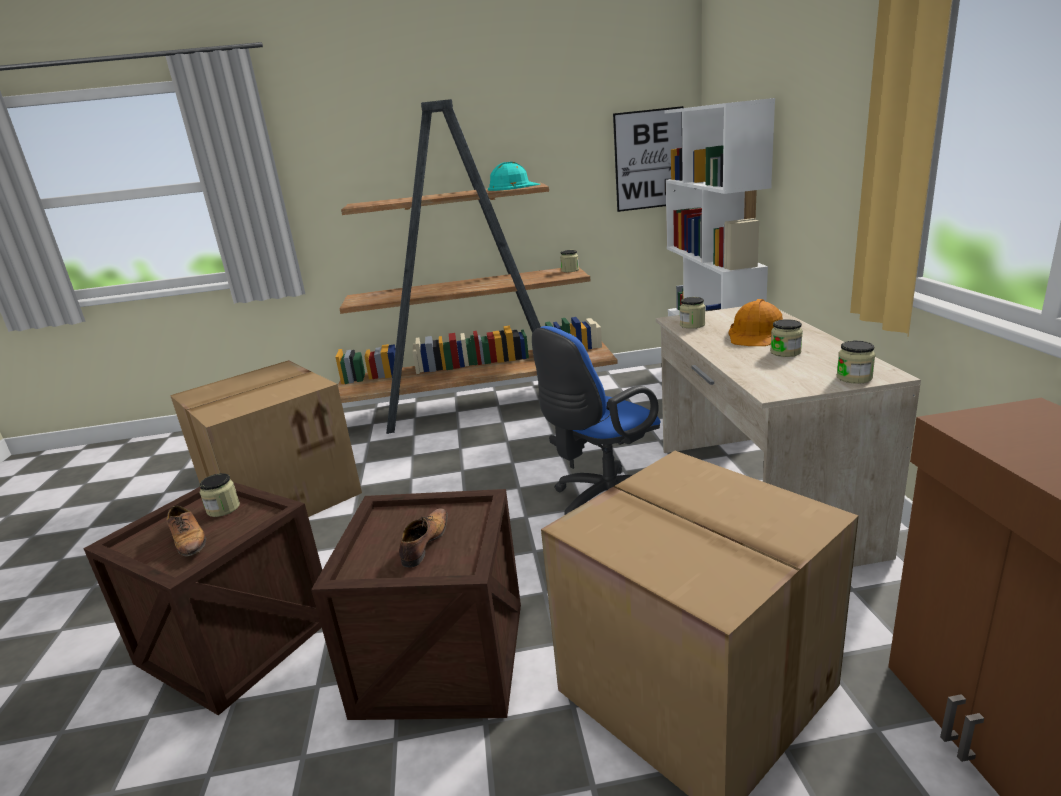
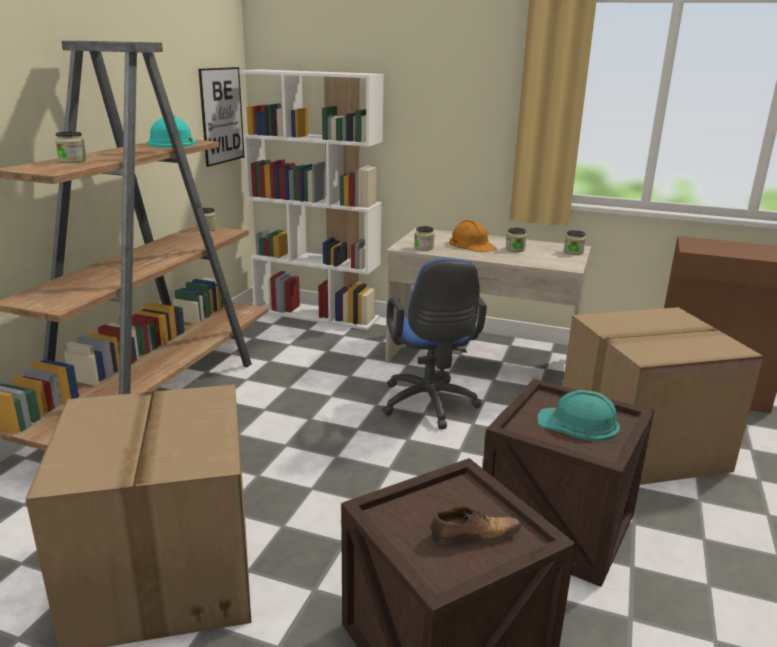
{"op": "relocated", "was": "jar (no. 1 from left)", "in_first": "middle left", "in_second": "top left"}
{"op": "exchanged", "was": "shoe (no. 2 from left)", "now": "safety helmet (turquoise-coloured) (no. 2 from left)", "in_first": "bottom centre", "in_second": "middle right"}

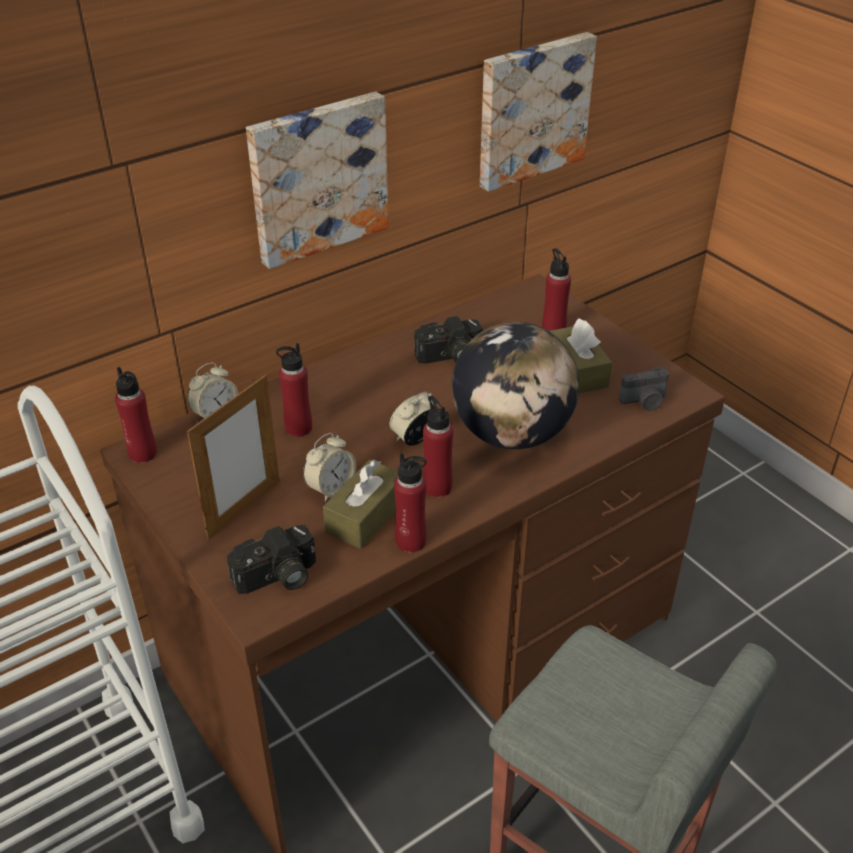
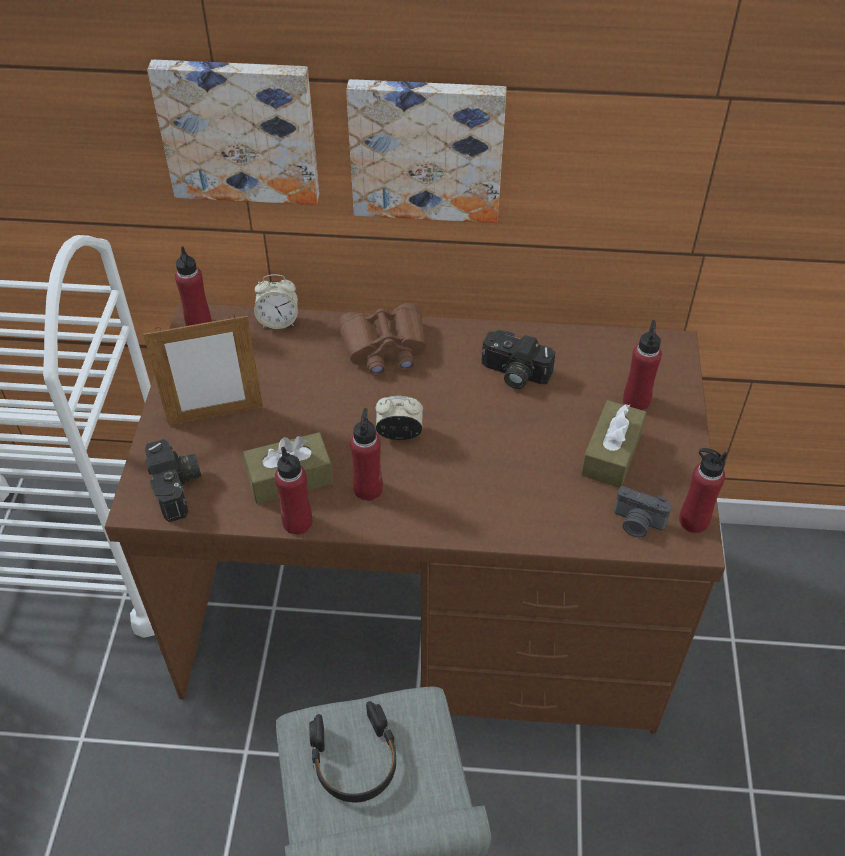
{"op": "spun", "was": "photo camera (no. 1 from left)", "in_first": "middle left", "in_second": "middle left", "clockwise": -120}
{"op": "relocated", "was": "wall art (no. 2 from left in the first image)", "now": "wall art (no. 1 from left)", "in_first": "top centre", "in_second": "top left"}
{"op": "appeared", "now": "headphones (black-coloured)", "in_second": "bottom centre"}
{"op": "appeared", "now": "field glasses (brown-coloured)", "in_second": "centre"}
{"op": "relocated", "was": "drink bottle (reddish) (no. 2 from left in the first image)", "now": "drink bottle (reddish) (no. 5 from left)", "in_first": "centre", "in_second": "middle right"}
{"op": "missing", "was": "table clock (no. 2 from left)", "in_first": "centre"}
{"op": "missing", "was": "world globe", "in_first": "centre"}

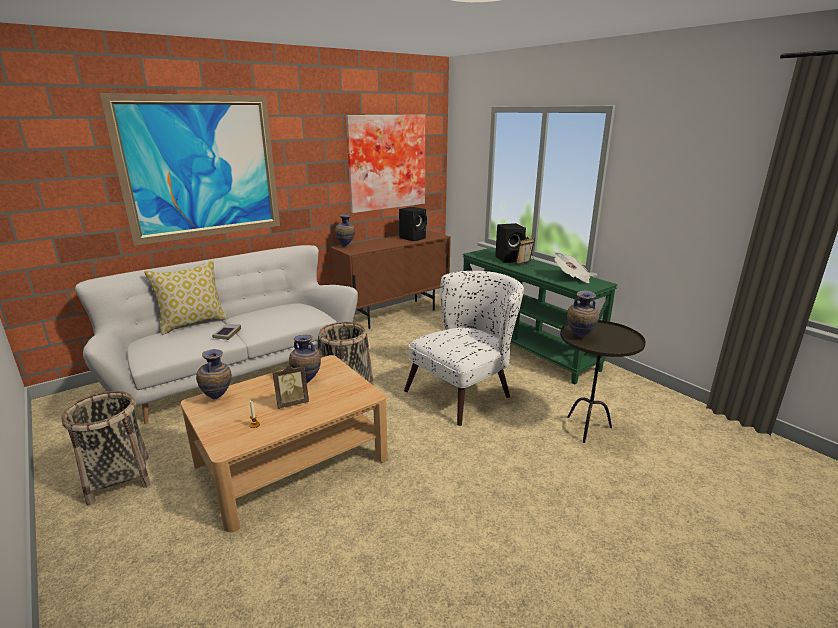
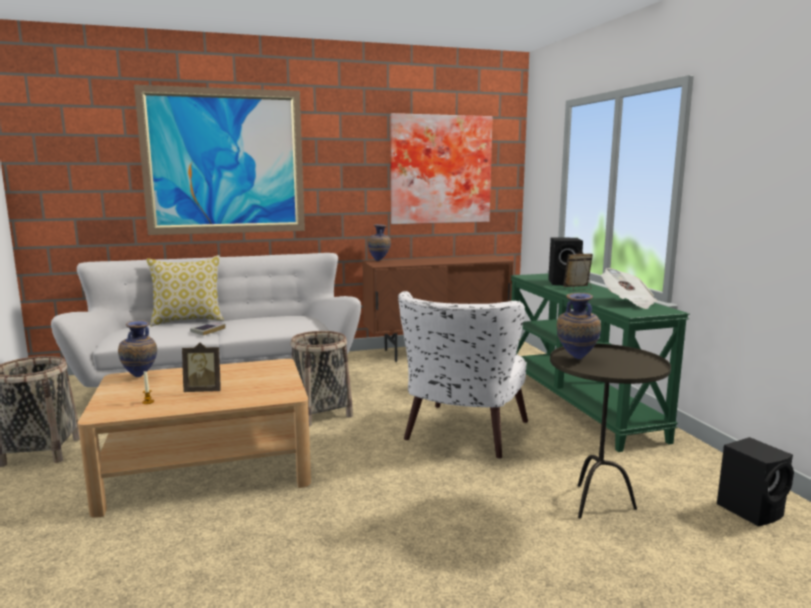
{"op": "spun", "was": "lounge chair (white-coloured)", "in_first": "centre", "in_second": "centre", "clockwise": 135}
{"op": "relocated", "was": "loudspeaker (black-coloured) (no. 1 from left in the first image)", "now": "loudspeaker (black-coloured) (no. 2 from left)", "in_first": "centre", "in_second": "bottom right"}
{"op": "missing", "was": "flower vase (no. 2 from left)", "in_first": "centre"}

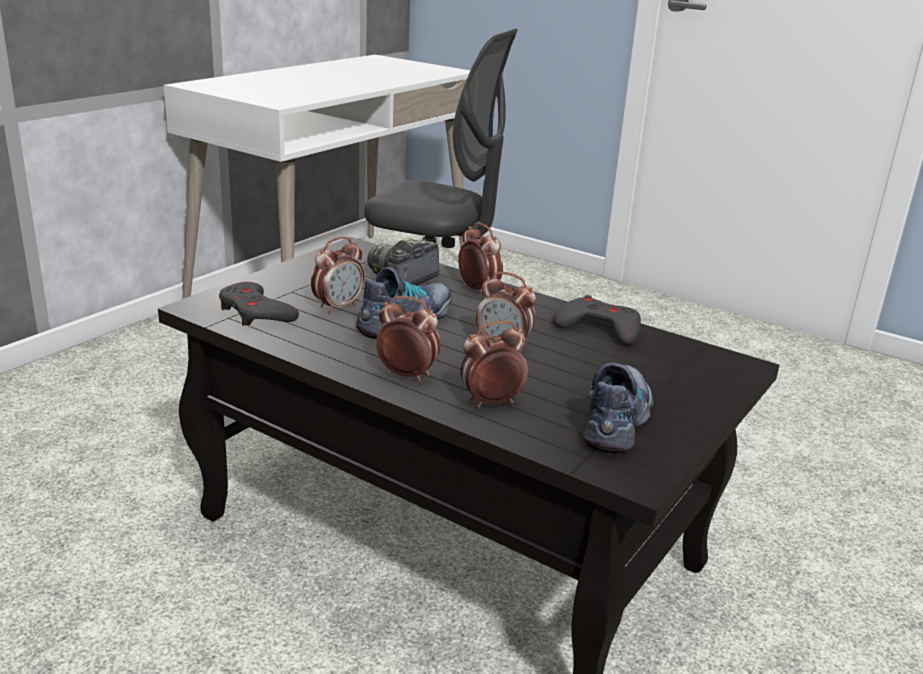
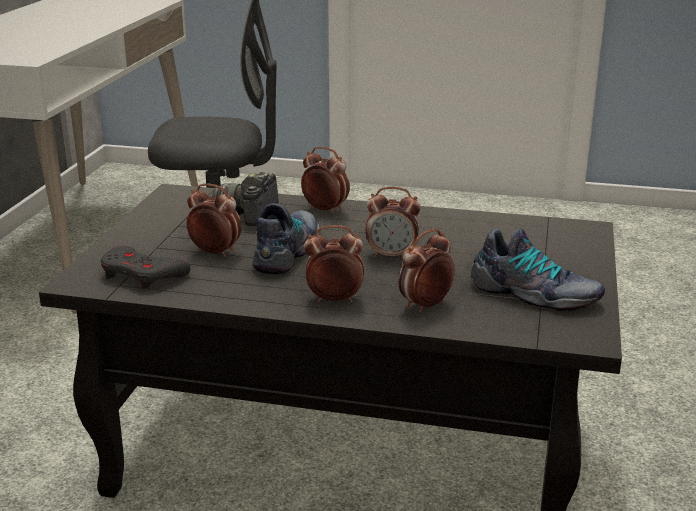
{"op": "spun", "was": "table clock (no. 1 from left)", "in_first": "centre", "in_second": "middle left", "clockwise": -90}
{"op": "spun", "was": "shoe (no. 2 from left)", "in_first": "middle right", "in_second": "middle right", "clockwise": 120}
{"op": "missing", "was": "joypad (grey) (no. 2 from left)", "in_first": "centre"}

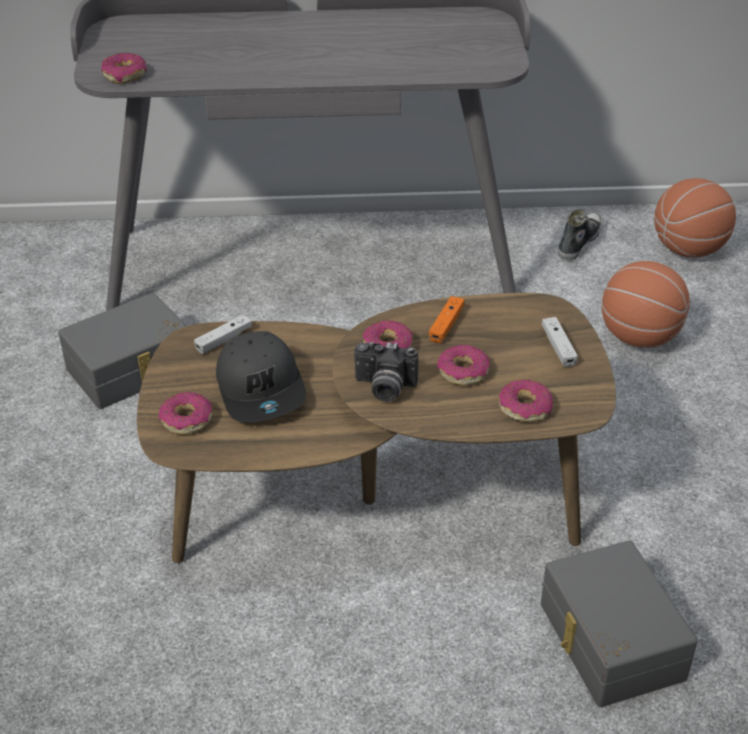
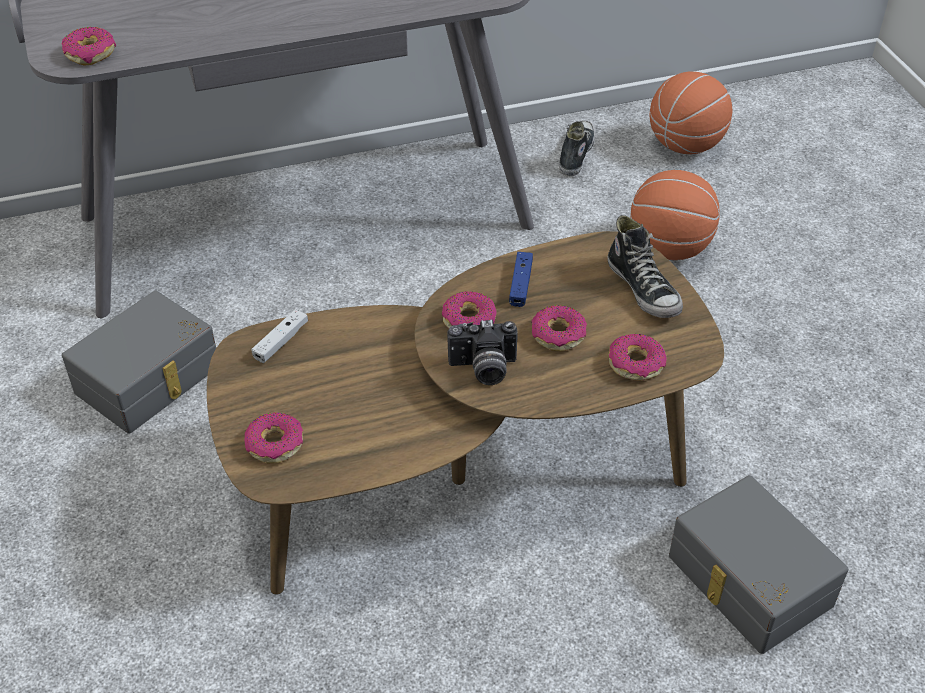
{"op": "colour", "was": "joypad (orange-coloured)", "now": "joypad (blue)", "in_first": "centre", "in_second": "centre"}
{"op": "exchanged", "was": "joypad (white-coloured) (no. 2 from left)", "now": "shoe (no. 2 from left)", "in_first": "middle right", "in_second": "middle right"}
{"op": "missing", "was": "baseball cap (grey)", "in_first": "centre"}

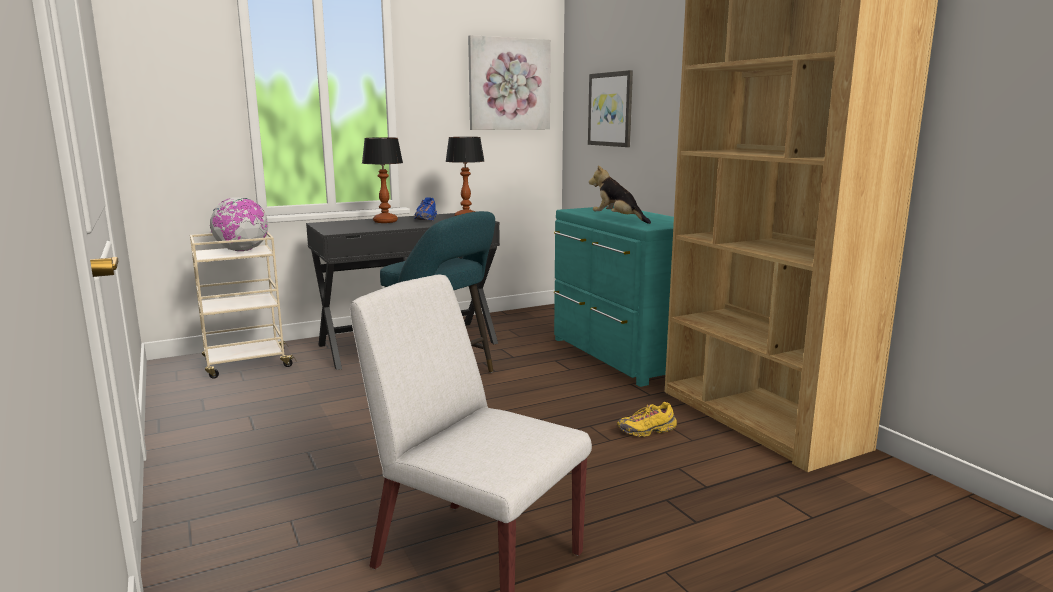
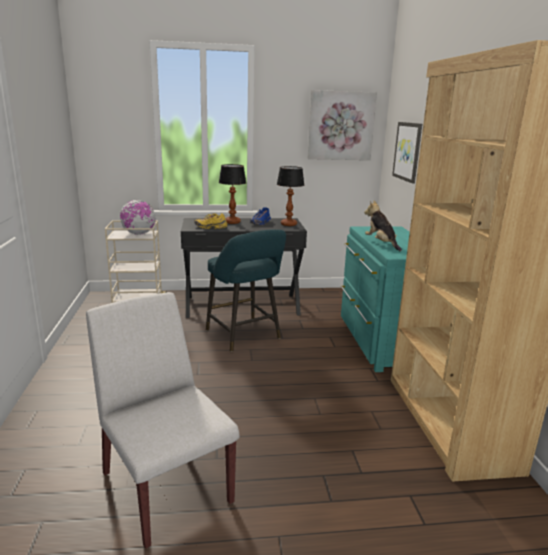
{"op": "relocated", "was": "shoe (yellowish)", "in_first": "bottom centre", "in_second": "centre"}

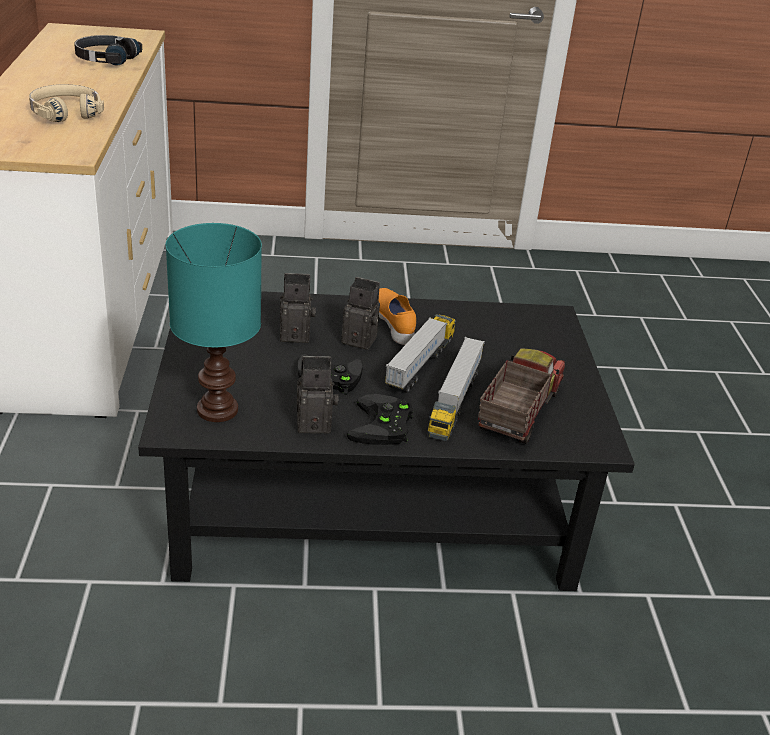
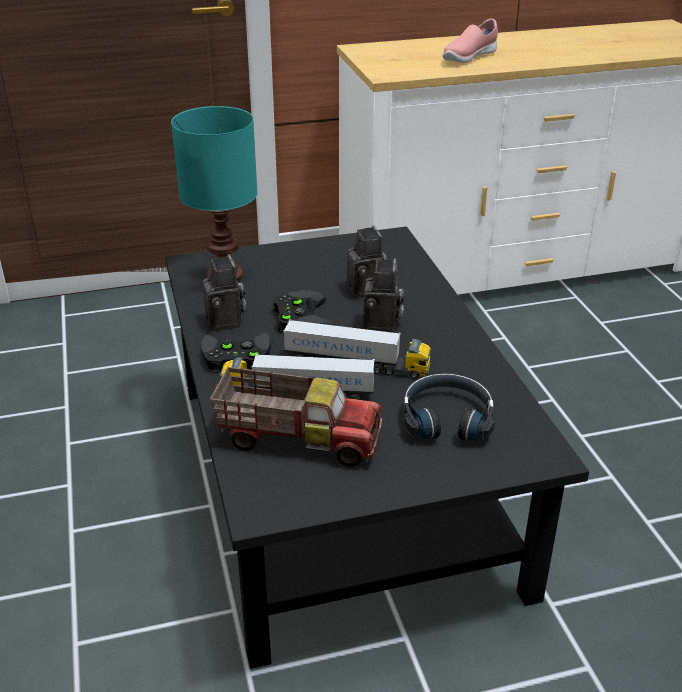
{"op": "relocated", "was": "headphones (black-coloured)", "in_first": "top left", "in_second": "centre"}
{"op": "exchanged", "was": "headphones (beige-coloured)", "now": "shoe (pink)", "in_first": "top left", "in_second": "top right"}
{"op": "missing", "was": "shoe (orange-coloured)", "in_first": "centre"}

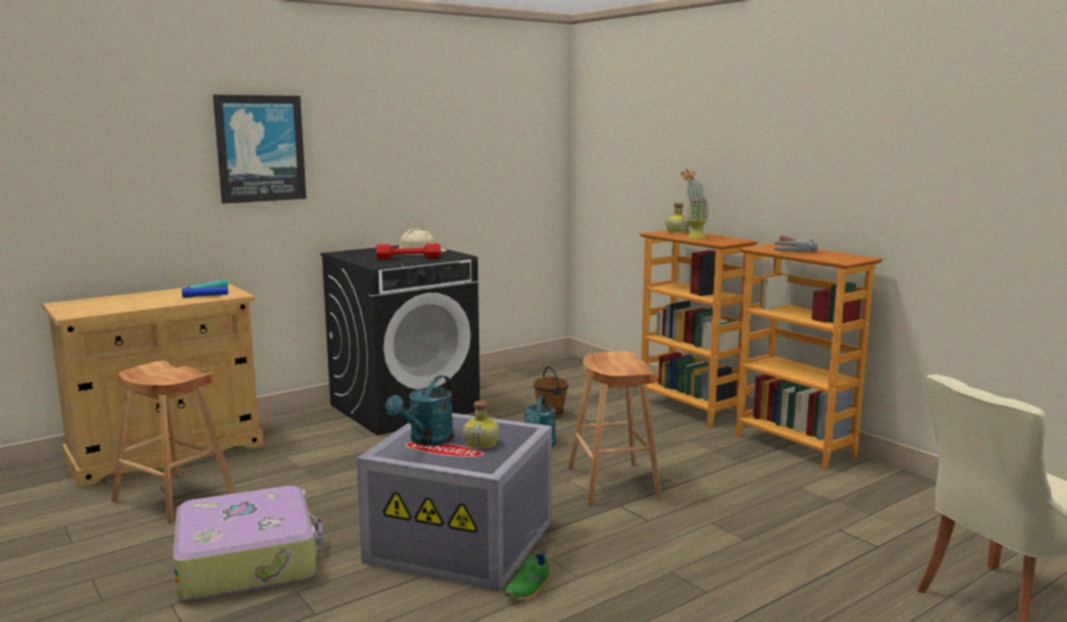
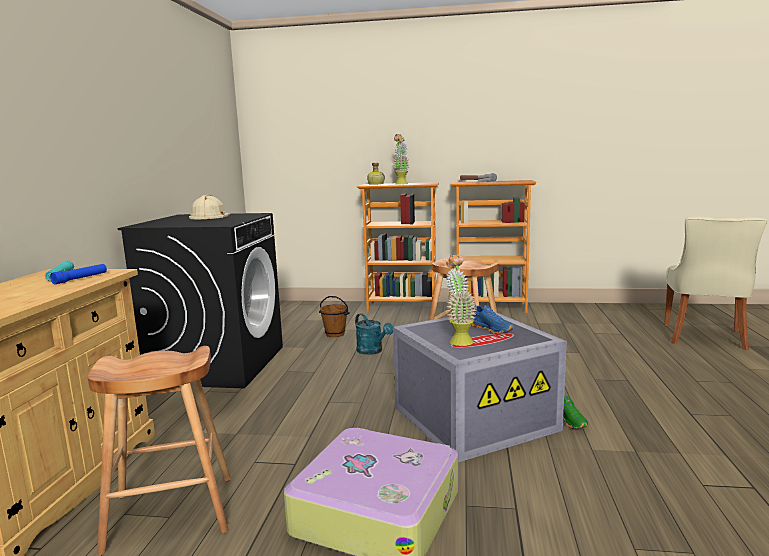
{"op": "exchanged", "was": "sprinkling can (turquoise-coloured) (no. 1 from left)", "now": "plant in a pot (no. 2 from left)", "in_first": "centre", "in_second": "centre"}
{"op": "exchanged", "was": "drink bottle (no. 1 from left)", "now": "shoe (blue)", "in_first": "bottom centre", "in_second": "centre"}
{"op": "missing", "was": "wall art", "in_first": "top left"}
{"op": "missing", "was": "dumbbell (reddish)", "in_first": "centre"}

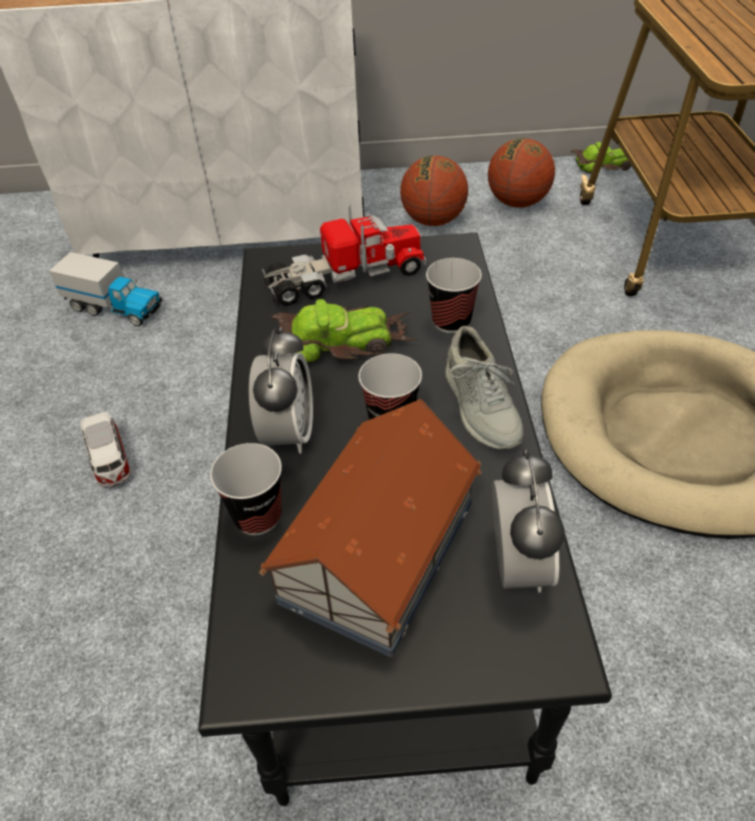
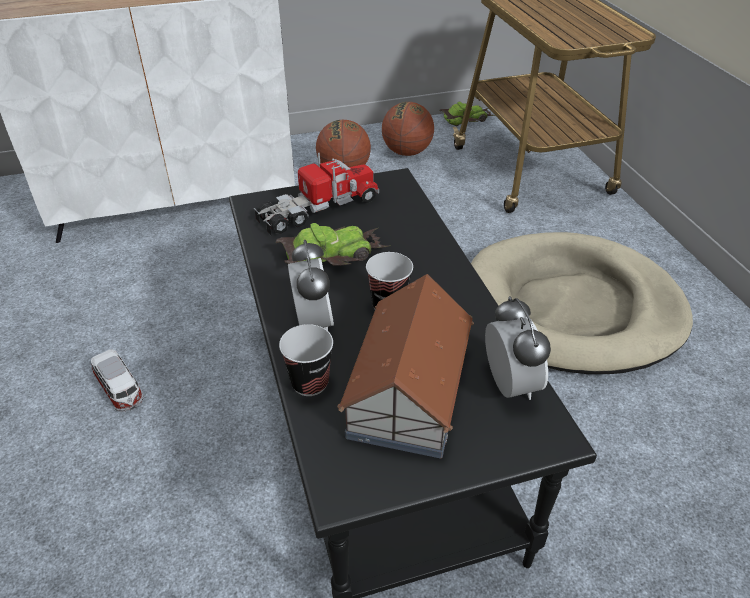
{"op": "missing", "was": "model truck (no. 1 from left)", "in_first": "middle left"}
{"op": "missing", "was": "cup (no. 3 from left)", "in_first": "centre"}
{"op": "missing", "was": "shoe (grey)", "in_first": "centre"}

